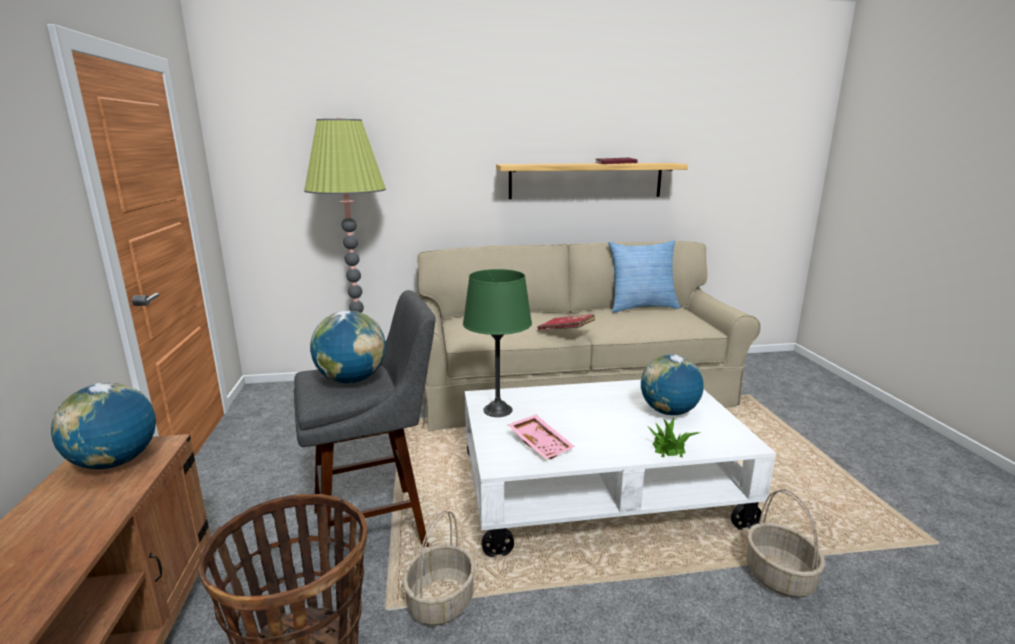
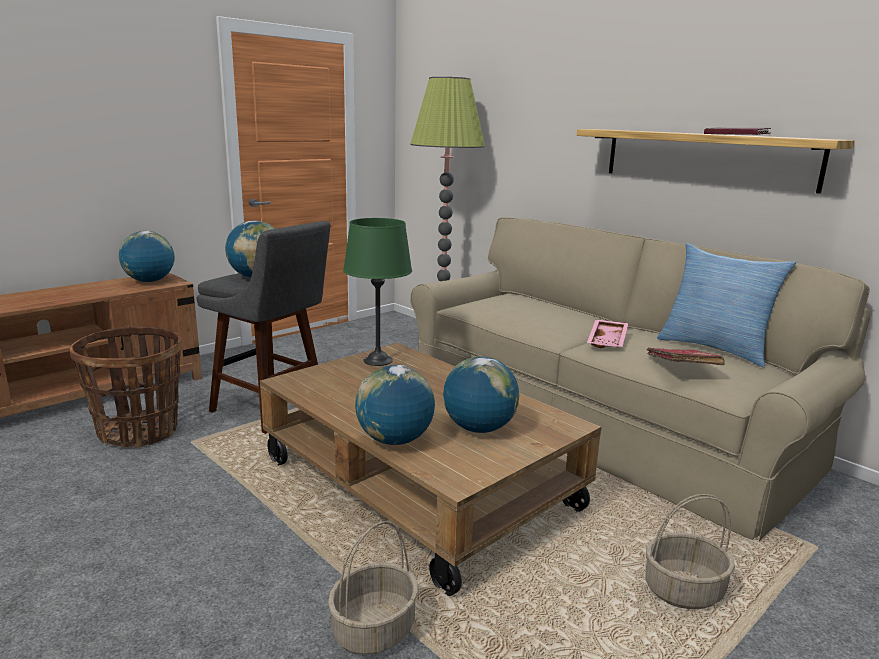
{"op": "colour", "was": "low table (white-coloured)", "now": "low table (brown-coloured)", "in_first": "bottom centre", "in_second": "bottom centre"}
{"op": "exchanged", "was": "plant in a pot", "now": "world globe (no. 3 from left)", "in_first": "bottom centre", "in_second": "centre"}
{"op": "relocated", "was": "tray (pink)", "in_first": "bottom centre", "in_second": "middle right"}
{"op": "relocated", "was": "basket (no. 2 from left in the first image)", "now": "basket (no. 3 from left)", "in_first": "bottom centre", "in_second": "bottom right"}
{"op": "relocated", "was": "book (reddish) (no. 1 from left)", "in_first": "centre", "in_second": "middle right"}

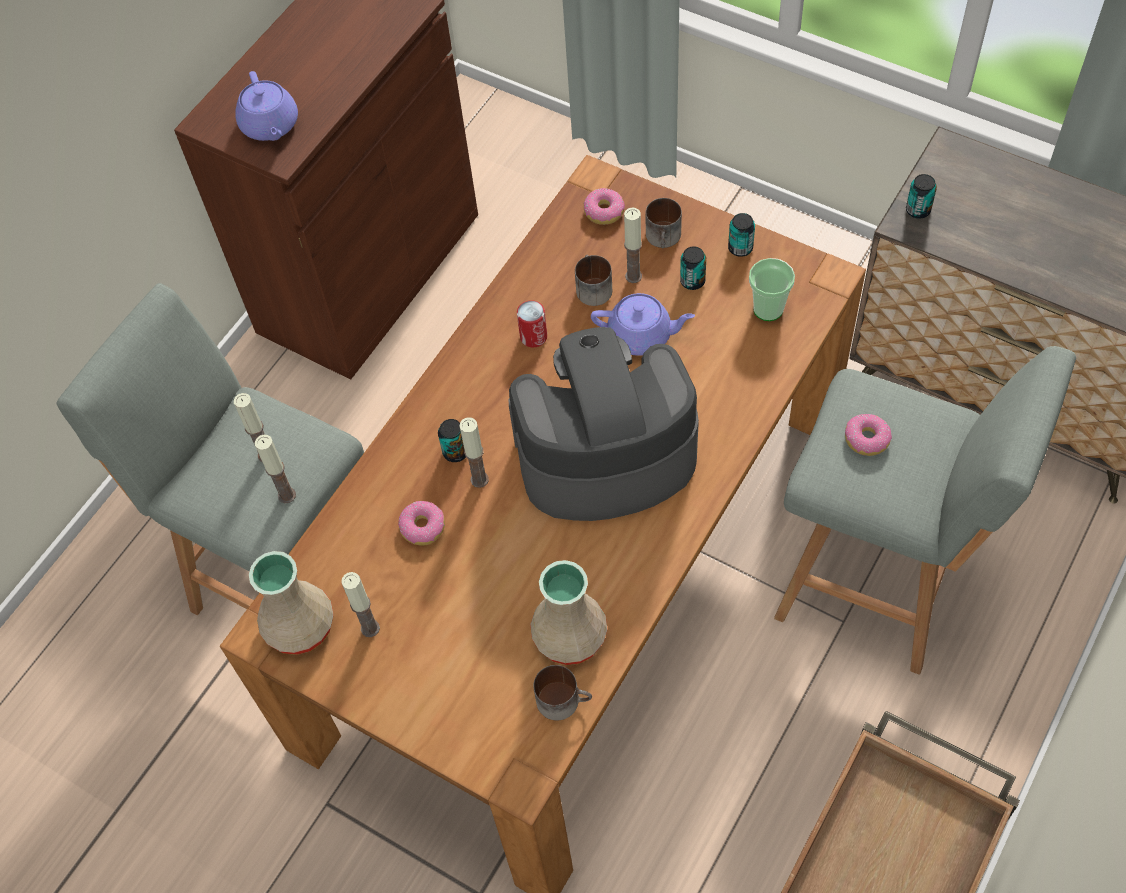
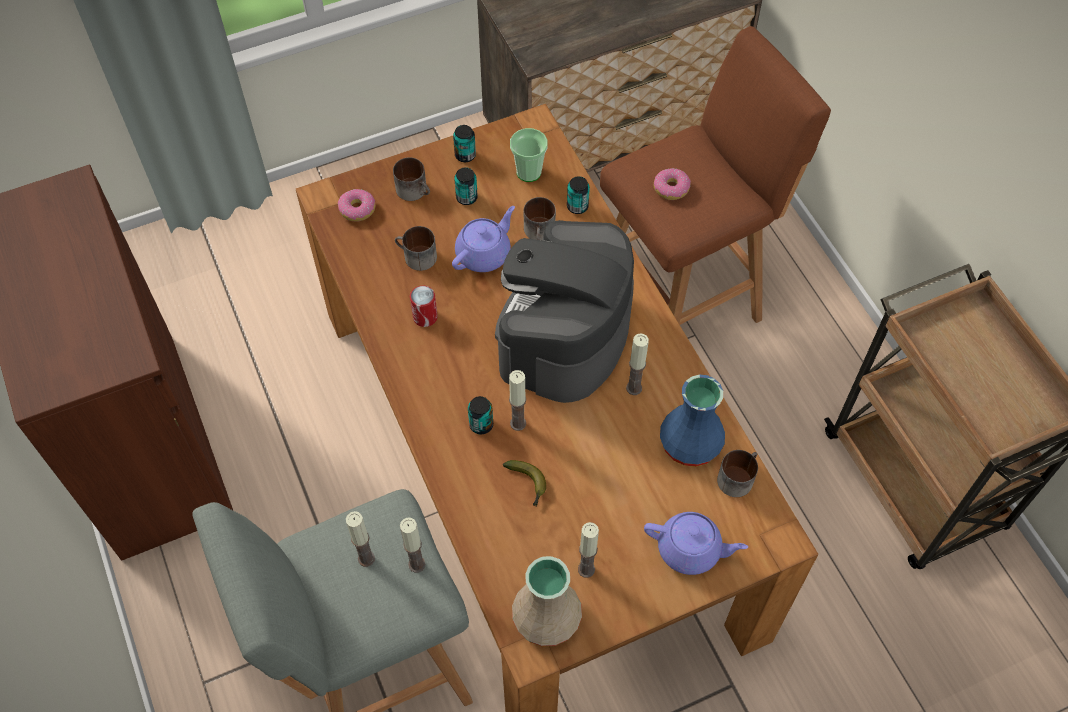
{"op": "exchanged", "was": "doughnut (no. 1 from left)", "now": "whole banana", "in_first": "centre", "in_second": "bottom centre"}
{"op": "appeared", "now": "tea mug (no. 3 from left)", "in_second": "top centre"}
{"op": "relocated", "was": "can (no. 5 from left)", "in_first": "top right", "in_second": "top centre"}
{"op": "colour", "was": "stool (grey) (no. 2 from left)", "now": "stool (brown-coloured)", "in_first": "middle right", "in_second": "top right"}
{"op": "relocated", "was": "candle (no. 5 from left)", "in_first": "top centre", "in_second": "centre"}
{"op": "relocated", "was": "tea pot (purplish) (no. 1 from left in the first image)", "now": "tea pot (purplish) (no. 2 from left)", "in_first": "top left", "in_second": "bottom centre"}
{"op": "colour", "was": "flower vase (beige-coloured) (no. 2 from left)", "now": "flower vase (blue)", "in_first": "bottom centre", "in_second": "centre"}

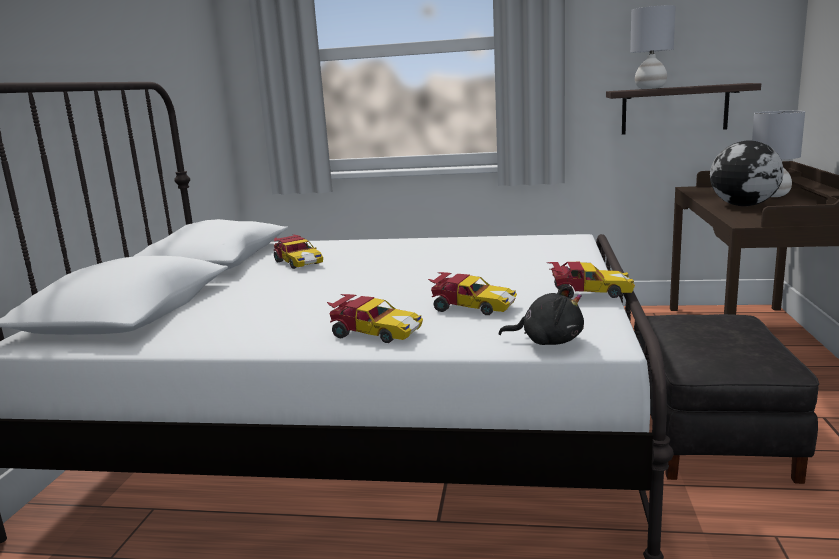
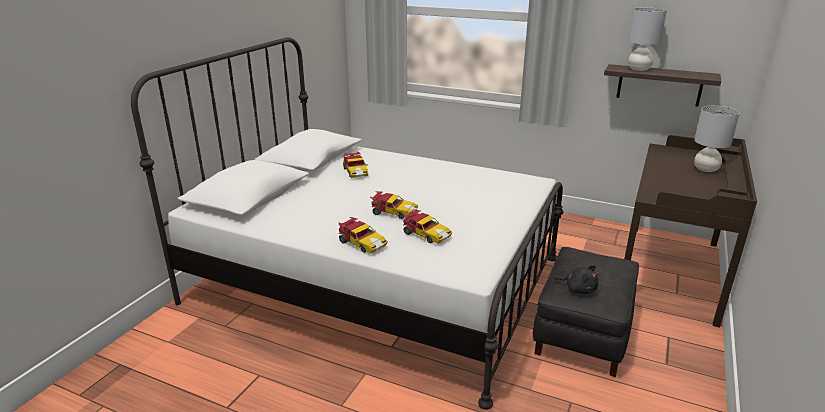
{"op": "relocated", "was": "model car (no. 4 from left in the first image)", "now": "model car (no. 3 from left)", "in_first": "middle right", "in_second": "centre"}
{"op": "relocated", "was": "cuddly toy (black-coloured)", "in_first": "centre", "in_second": "bottom right"}
{"op": "missing", "was": "world globe", "in_first": "top right"}

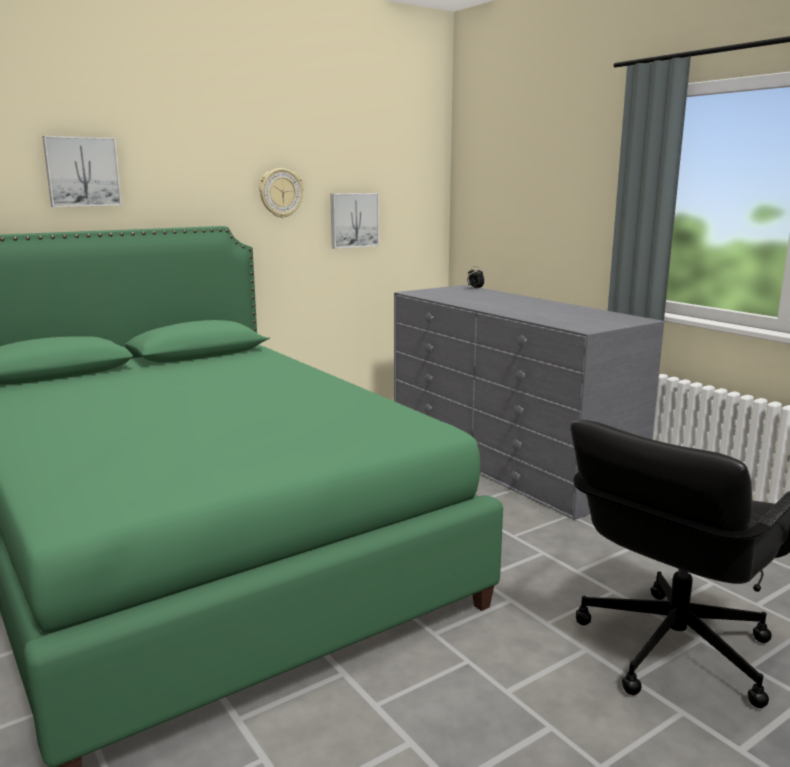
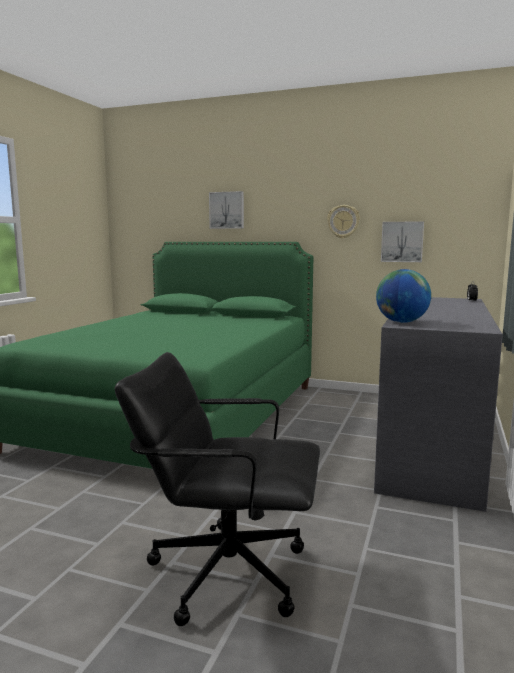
{"op": "appeared", "now": "world globe", "in_second": "middle right"}

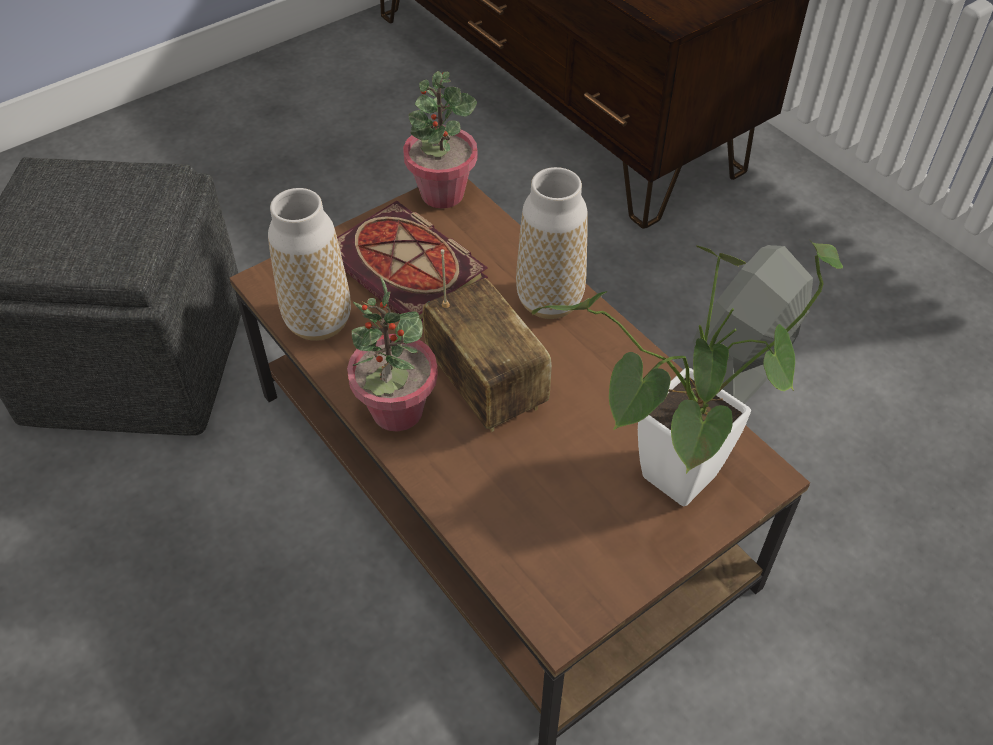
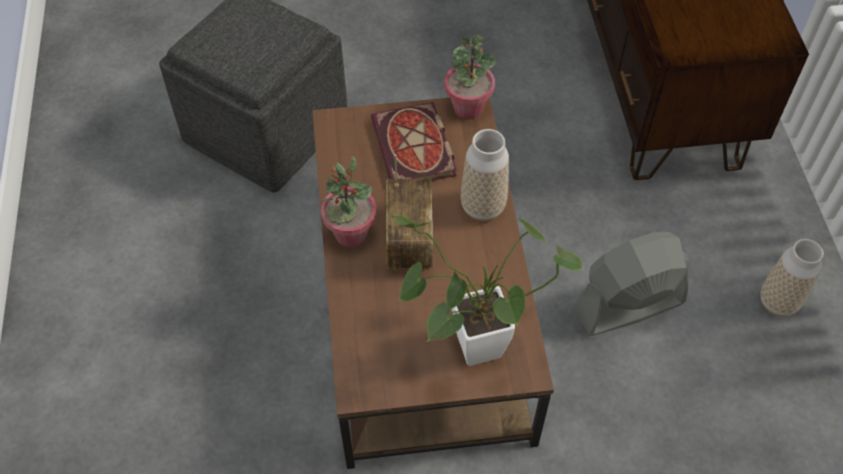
{"op": "relocated", "was": "flower vase (no. 1 from left in the first image)", "now": "flower vase (no. 2 from left)", "in_first": "middle left", "in_second": "middle right"}

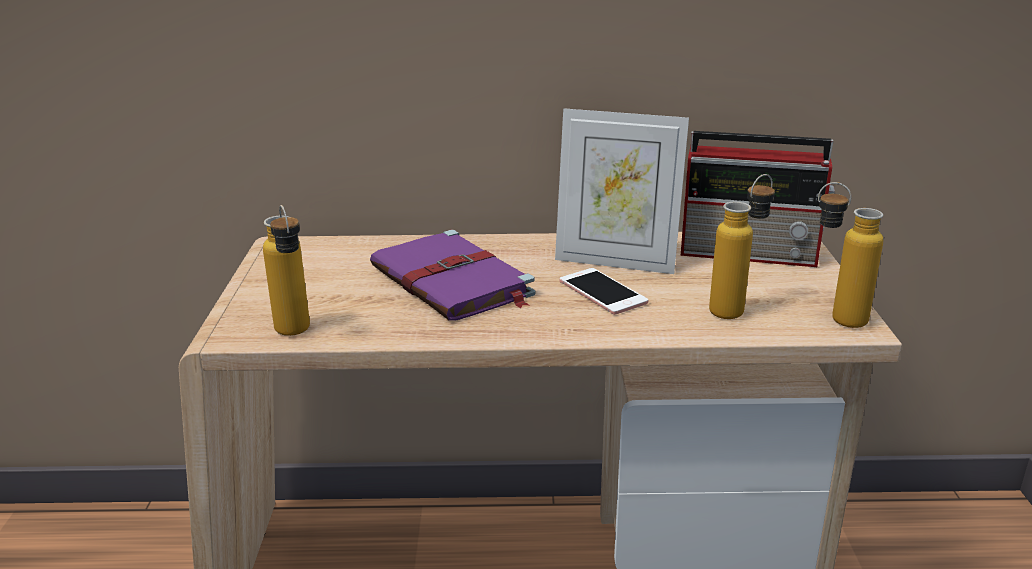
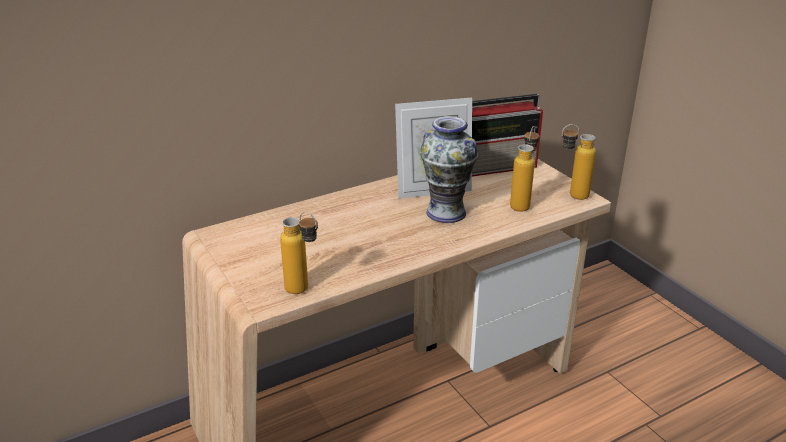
{"op": "exchanged", "was": "phone", "now": "flower vase", "in_first": "centre", "in_second": "centre"}
{"op": "missing", "was": "book (purplish)", "in_first": "centre"}

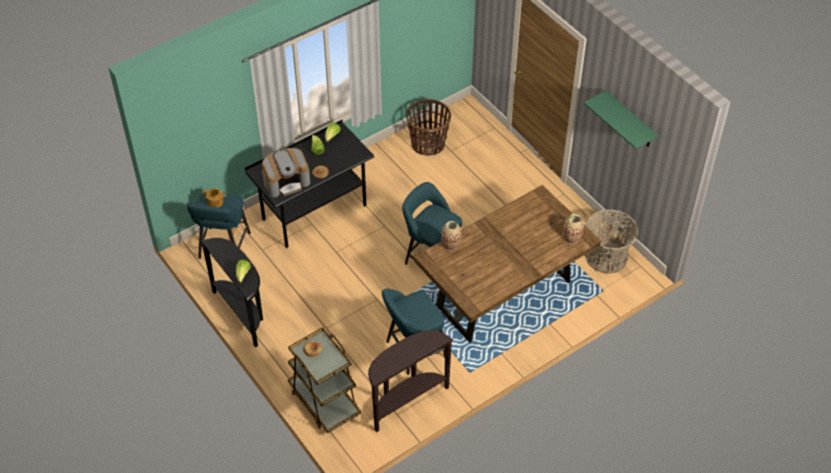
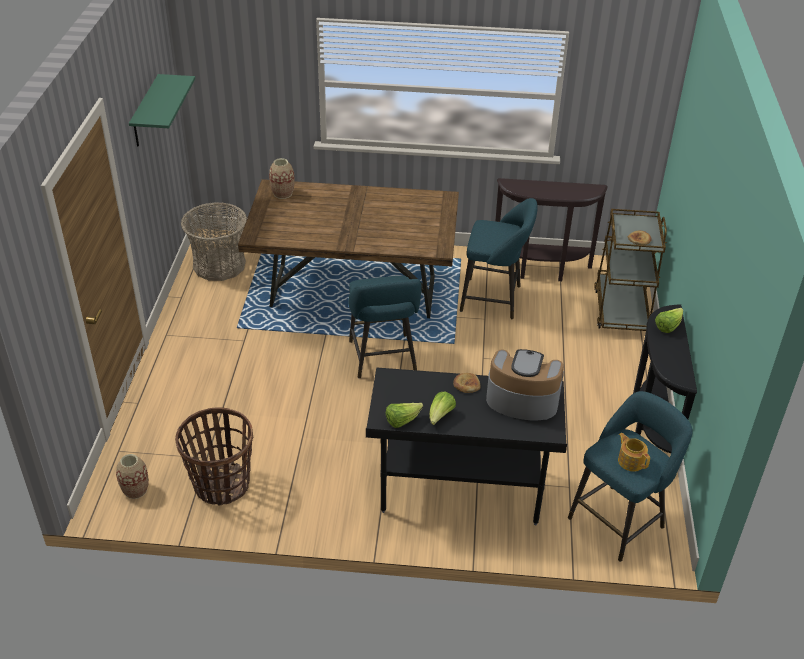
{"op": "relocated", "was": "flower vase (no. 1 from left)", "in_first": "centre", "in_second": "bottom left"}

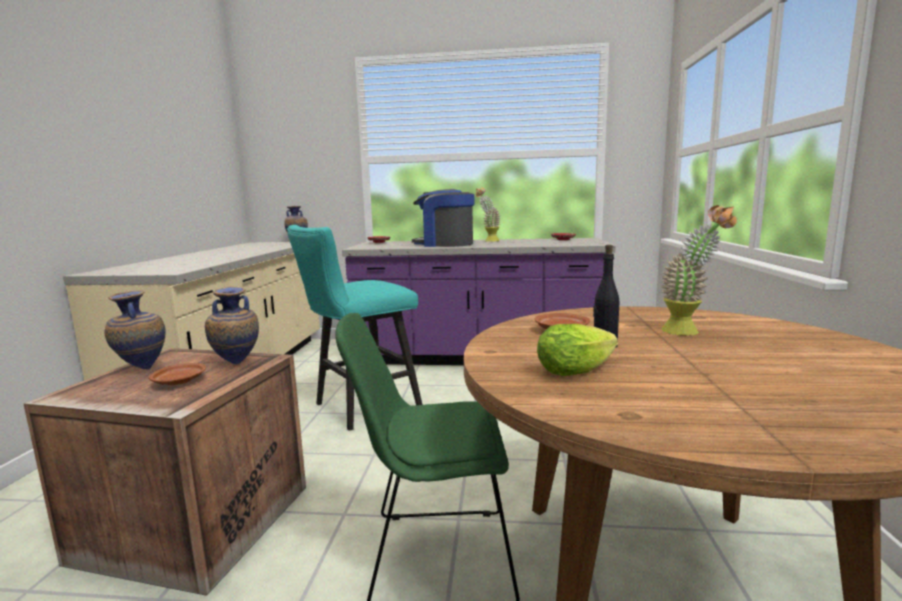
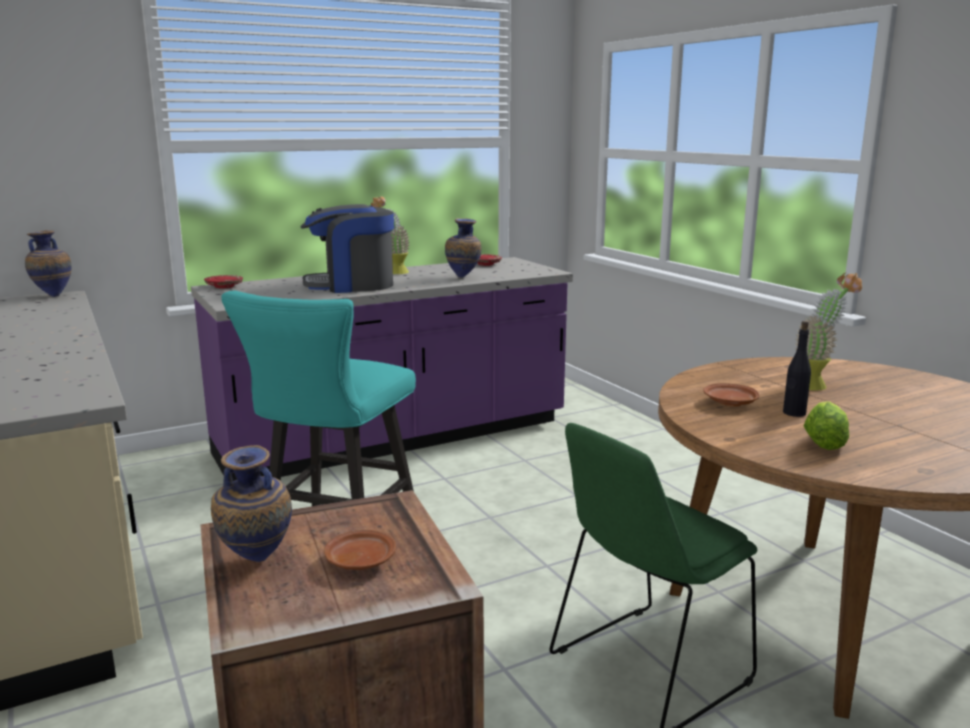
{"op": "relocated", "was": "flower vase (no. 2 from left in the first image)", "now": "flower vase (no. 3 from left)", "in_first": "middle left", "in_second": "centre"}

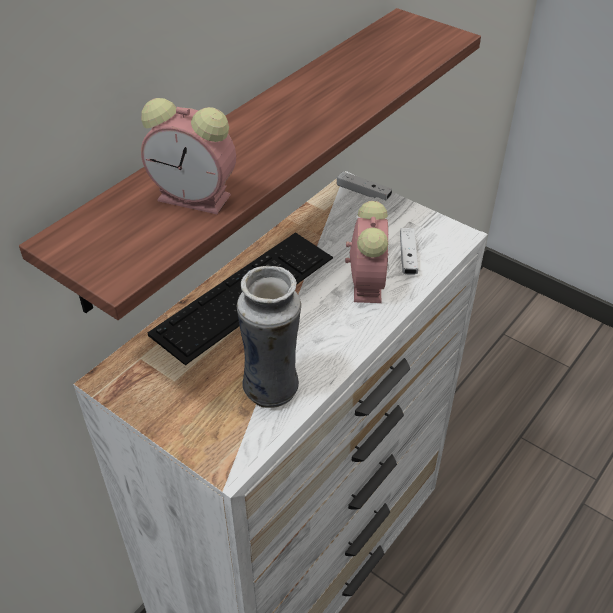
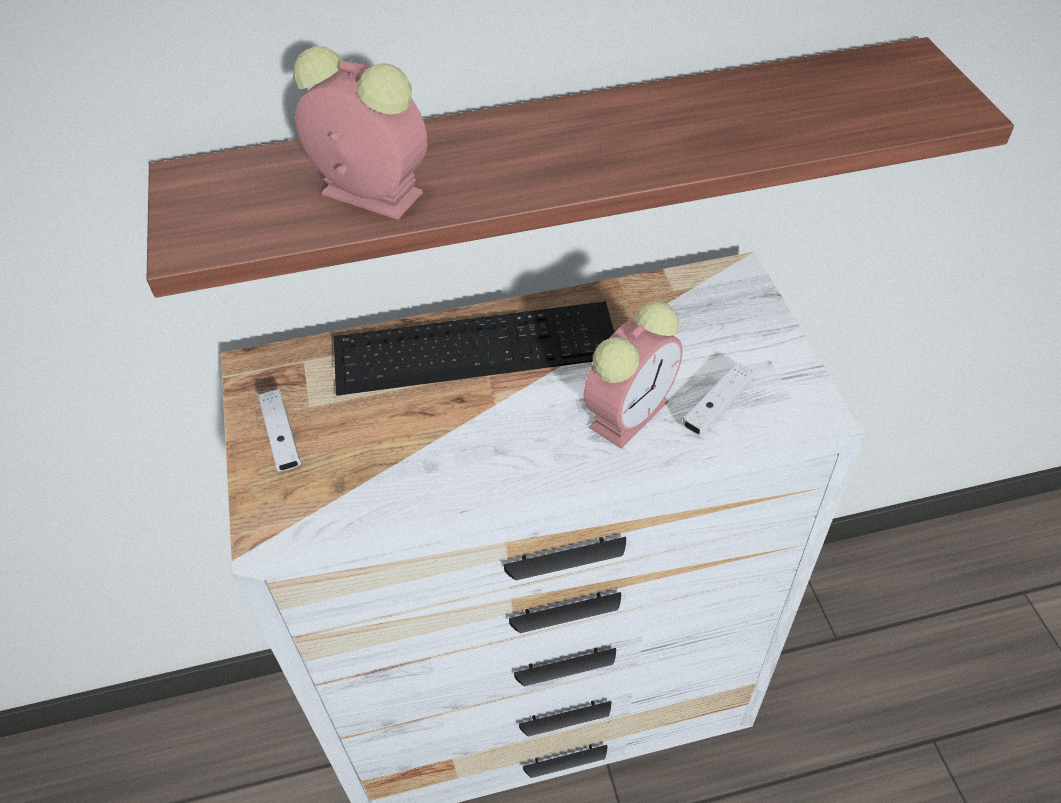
{"op": "relocated", "was": "joypad (white-coloured) (no. 1 from left)", "in_first": "top centre", "in_second": "middle left"}
{"op": "spun", "was": "table clock (no. 1 from left)", "in_first": "top left", "in_second": "top centre", "clockwise": 150}
{"op": "missing", "was": "flower vase", "in_first": "centre"}

